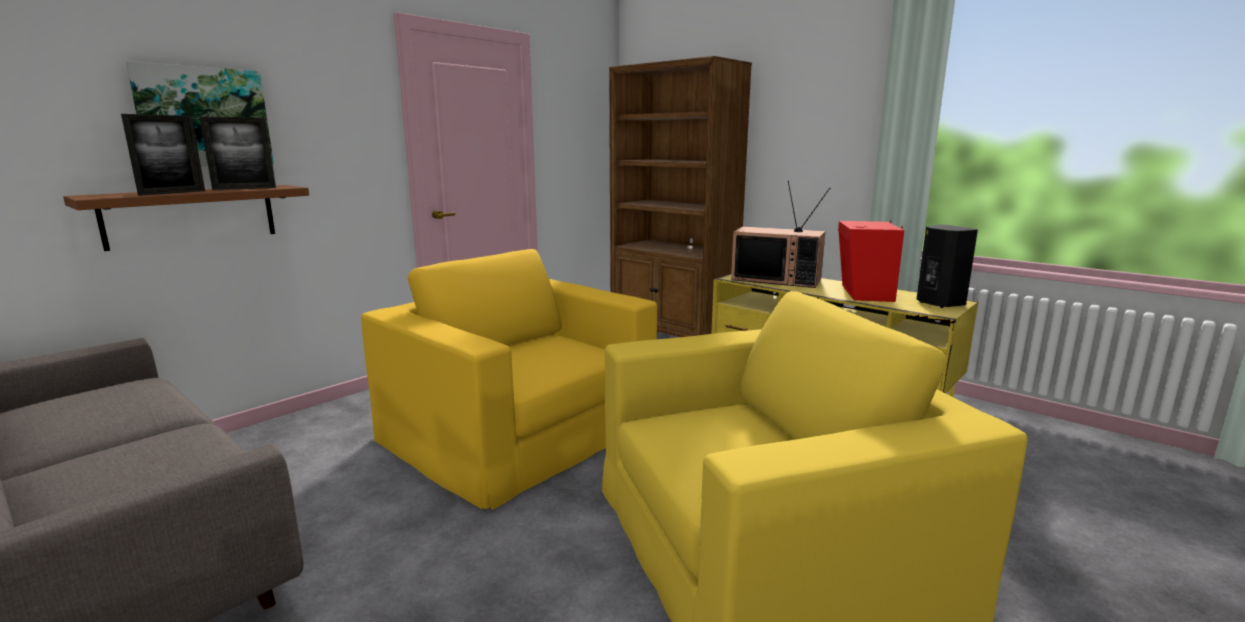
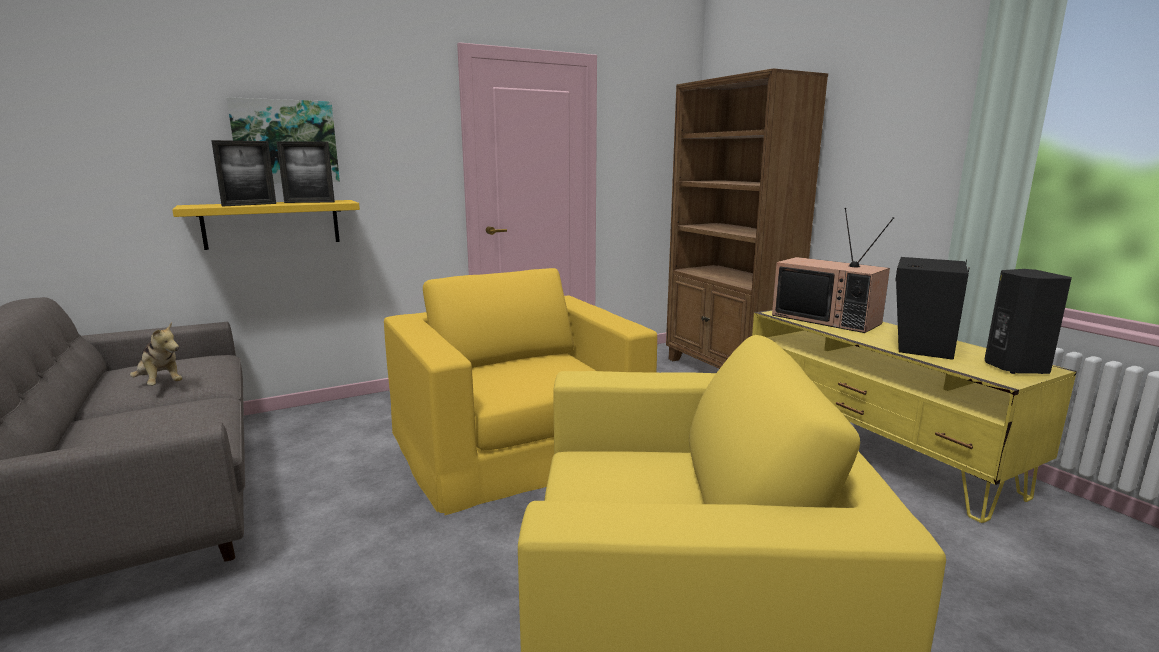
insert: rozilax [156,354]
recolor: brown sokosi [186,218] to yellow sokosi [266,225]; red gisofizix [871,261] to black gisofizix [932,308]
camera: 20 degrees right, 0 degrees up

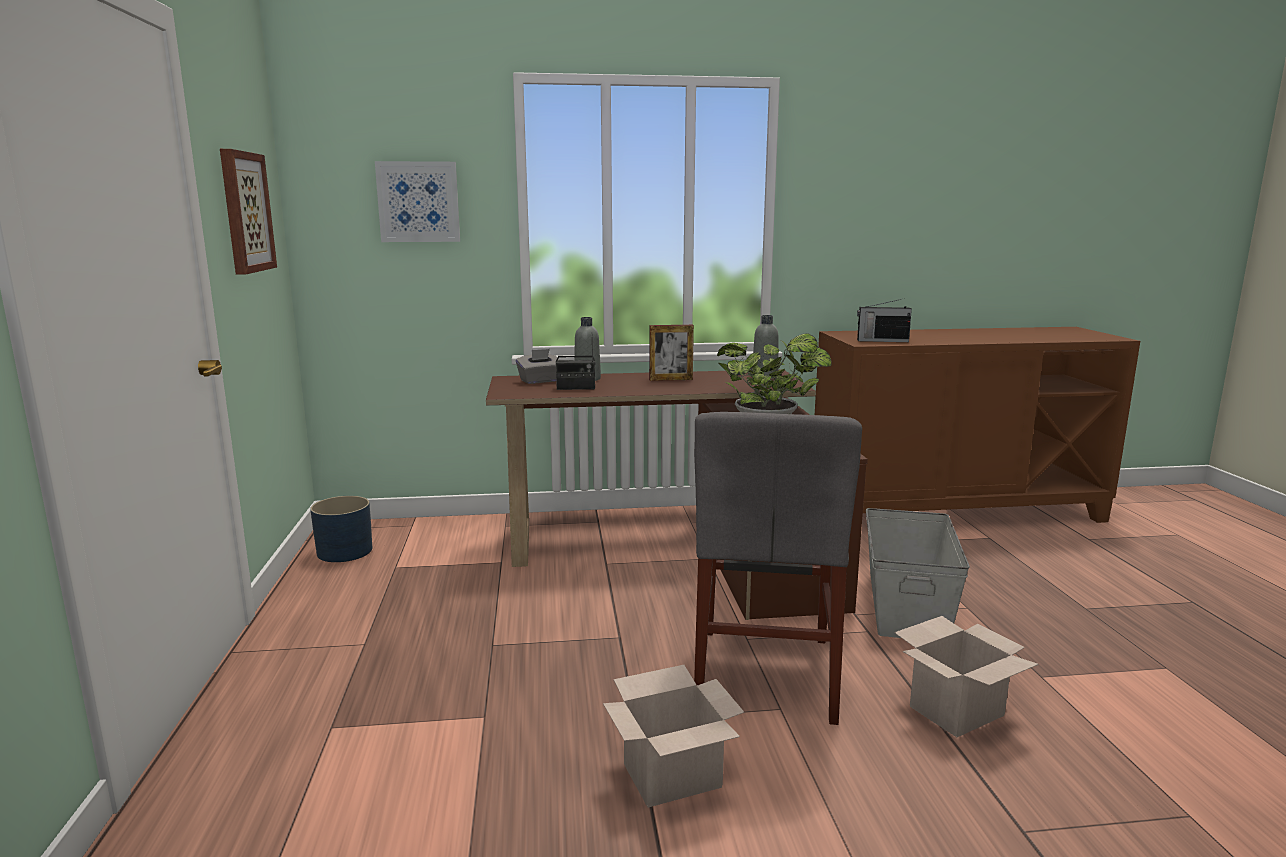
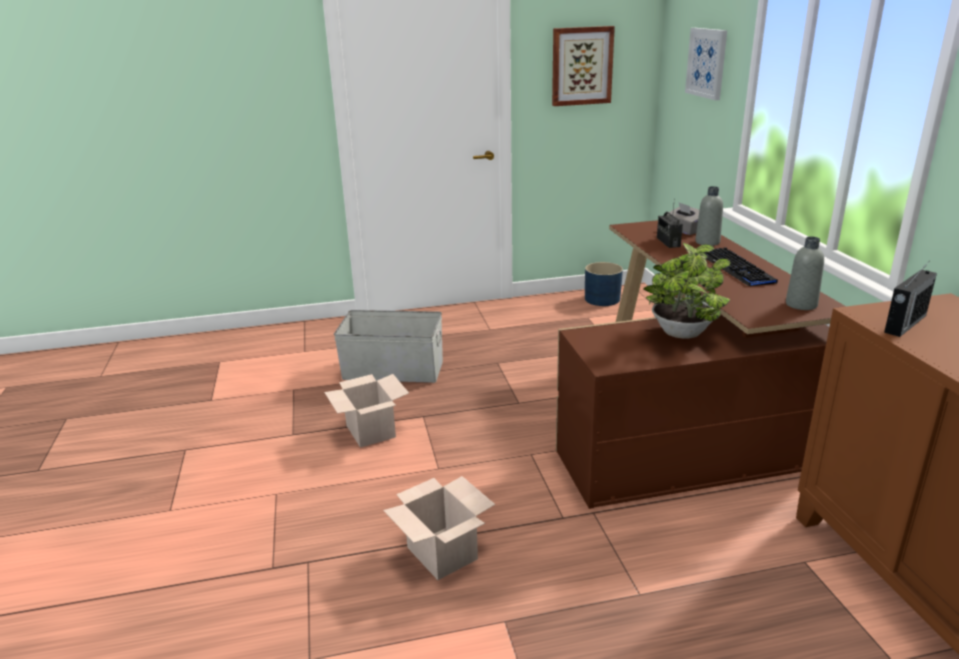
delete: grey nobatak [778,568]
move: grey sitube [918,573] to [388,346]
replace: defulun [671,353] to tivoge [741,266]
rotate: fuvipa [884,320] = [910,300] 135 degrees counterclockwise
camera: 85 degrees right, 10 degrees up

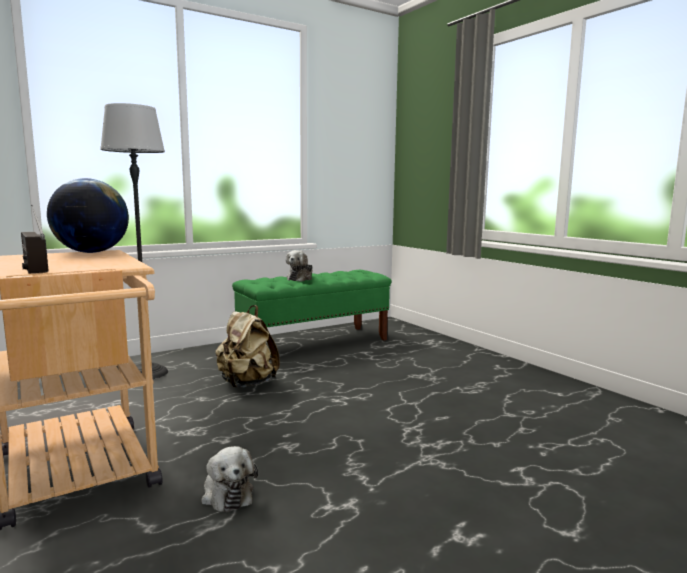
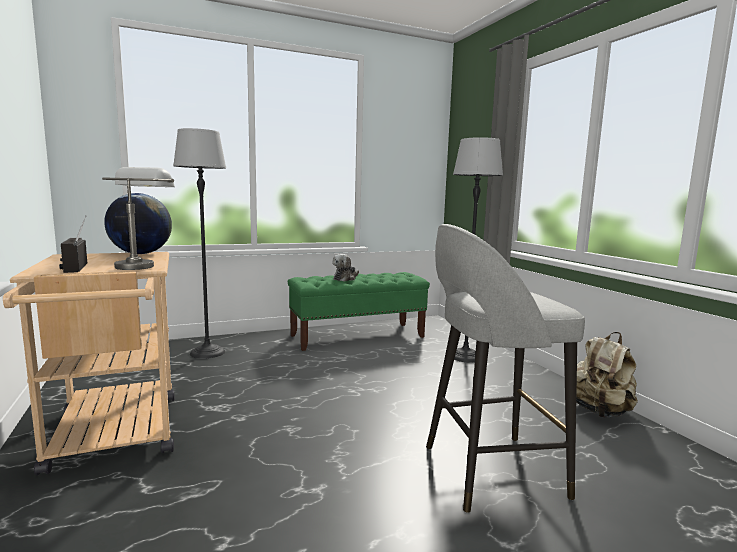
delete: rozilax [229,479]
insert: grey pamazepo [138,218]; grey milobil [505,368]; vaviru [478,249]
move: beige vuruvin [247,346] to [607,375]
camera: 10 degrees right, 0 degrees up

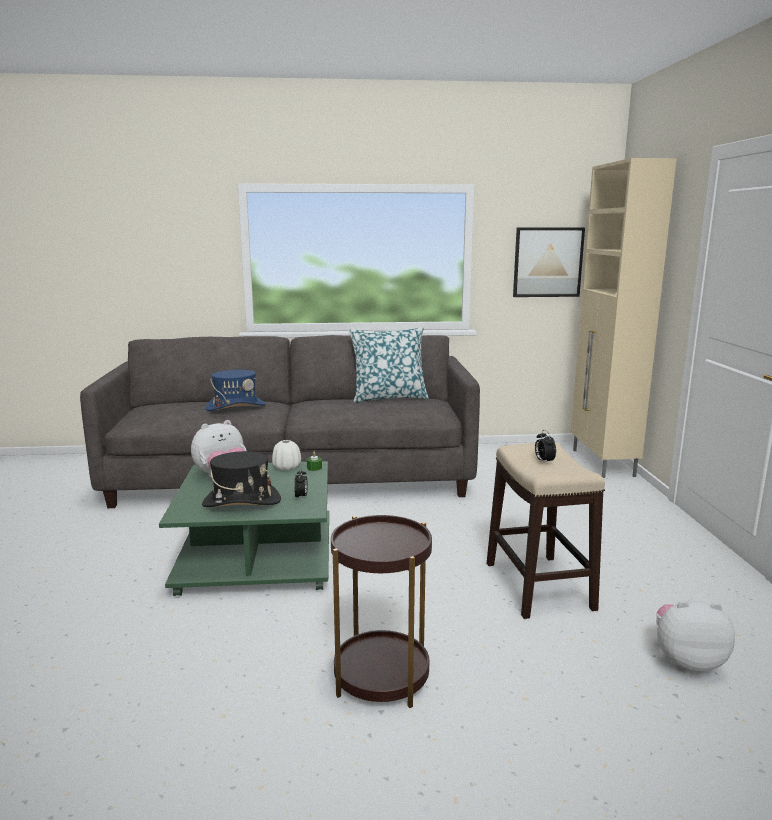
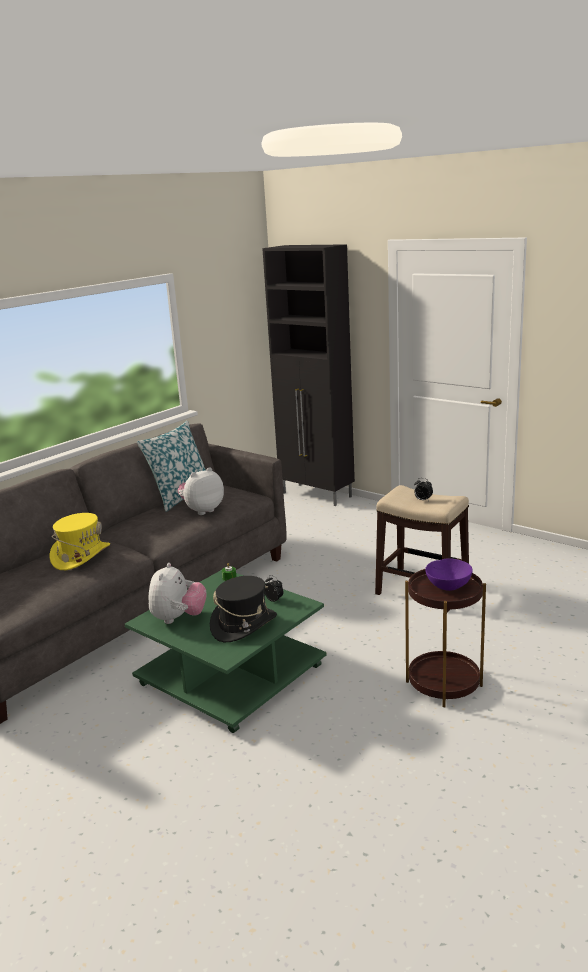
delete: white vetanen [286,455]; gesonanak [549,262]
insert: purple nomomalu [449,574]
move: rozilax [695,637] to [201,491]
recolor: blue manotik [236,390] to yellow manotik [80,541]; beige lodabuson [624,318] to black lodabuson [308,375]
camera: 45 degrees left, 5 degrees up

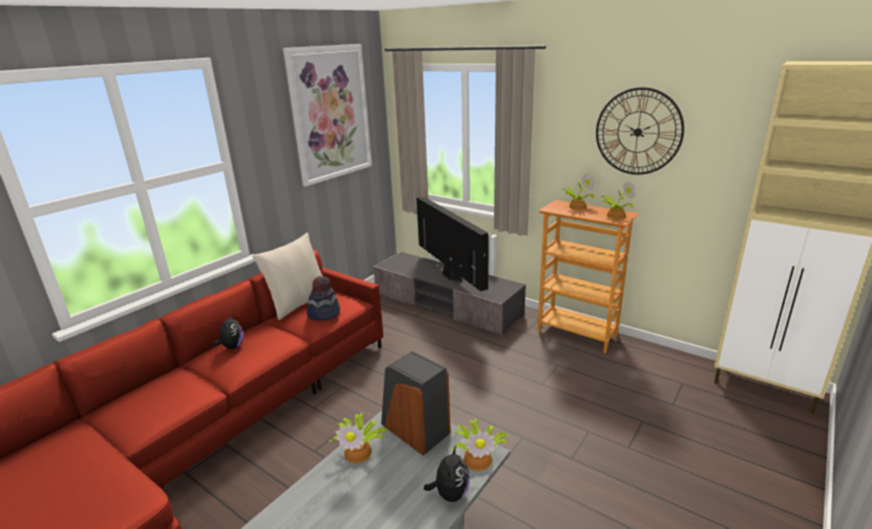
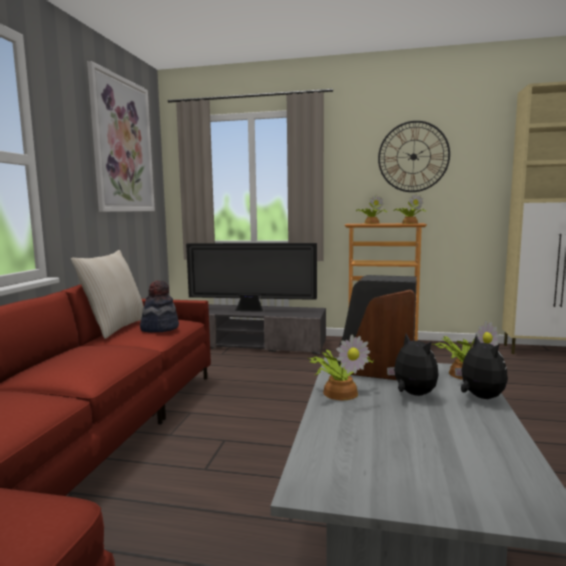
move: rozilax [228,331] to [413,365]
rotate: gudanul [452,244] = [251,277] 150 degrees clockwise
camera: 25 degrees left, 15 degrees down

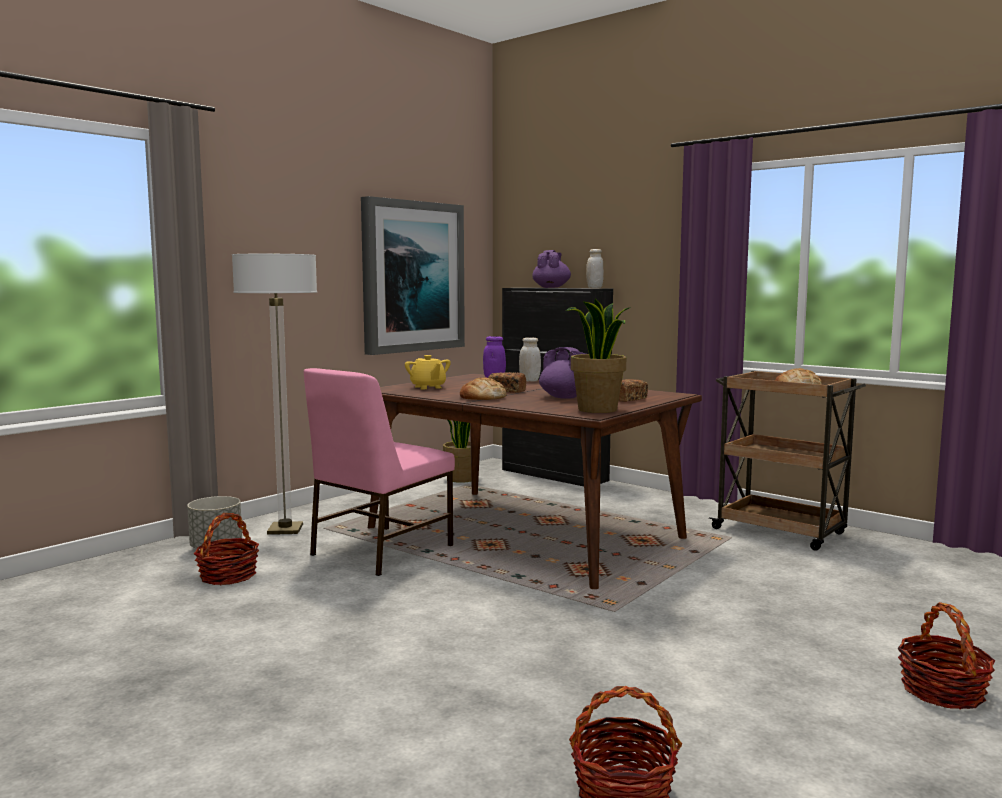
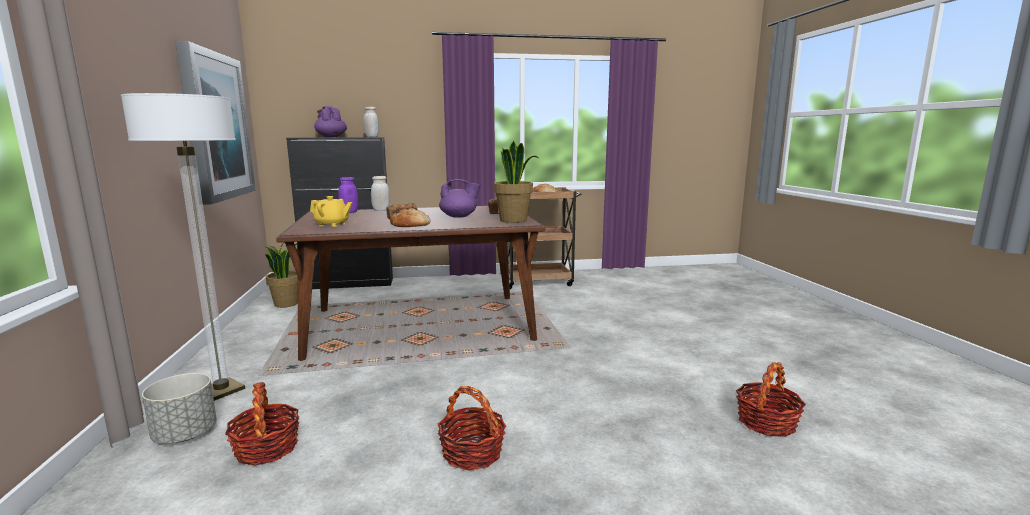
delete: pink nobatak [379,472]
move: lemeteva [946,656] to [472,428]
camera: 50 degrees left, 5 degrees up

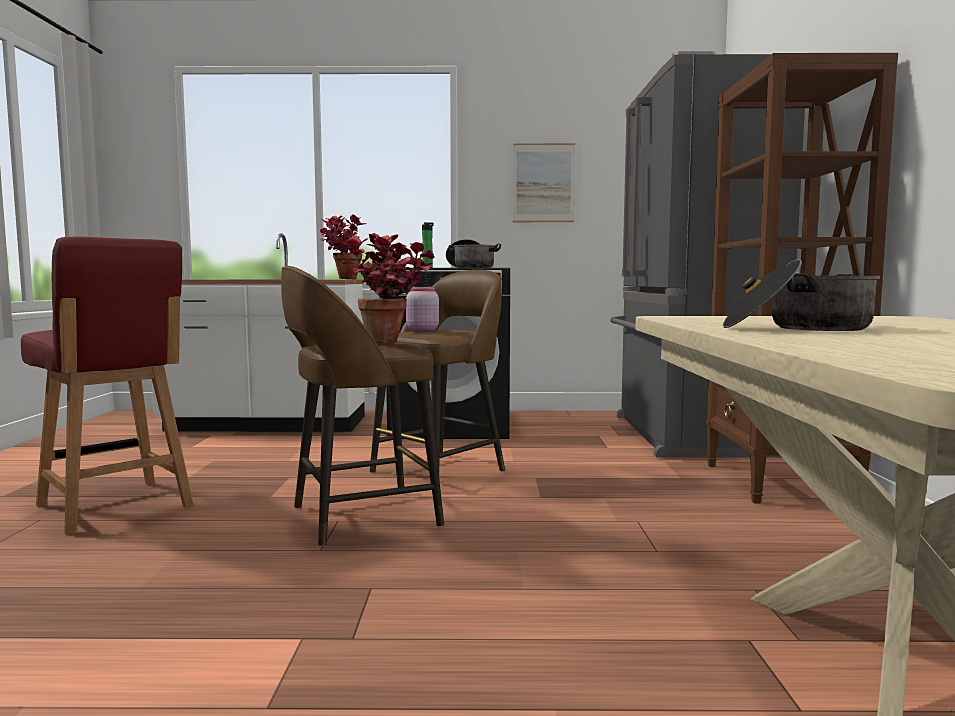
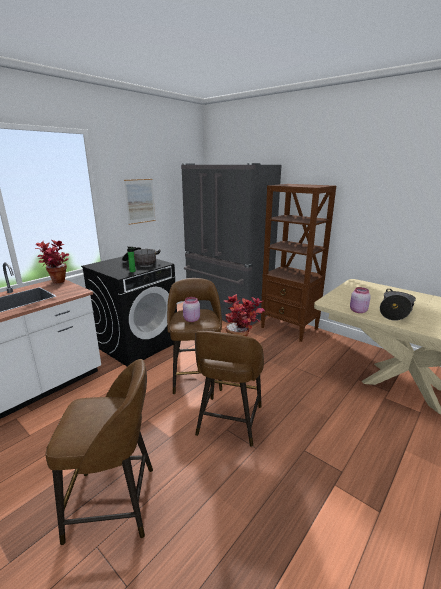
insert: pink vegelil [360,300]
replace: red nobatak [107,386] to brown milobil [99,452]
camera: 50 degrees left, 15 degrees up

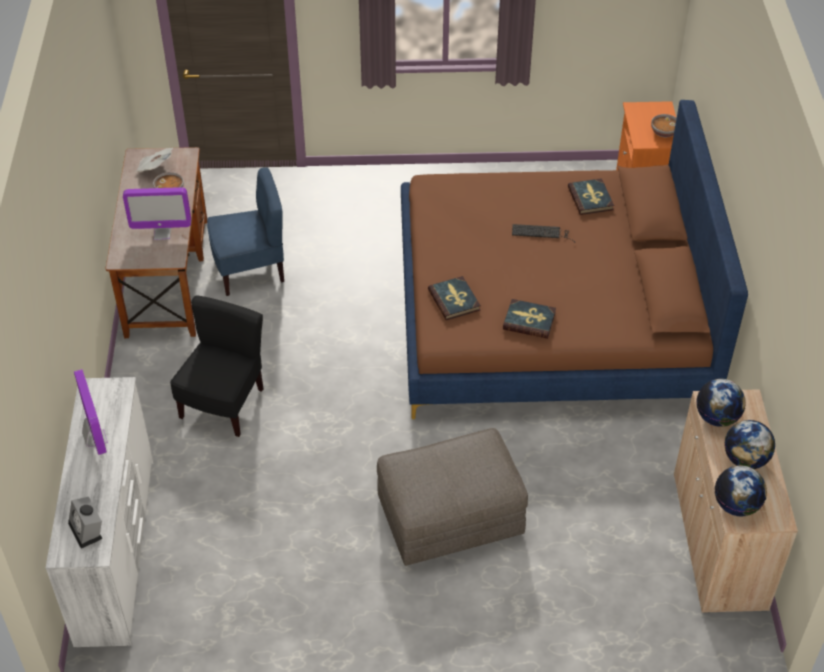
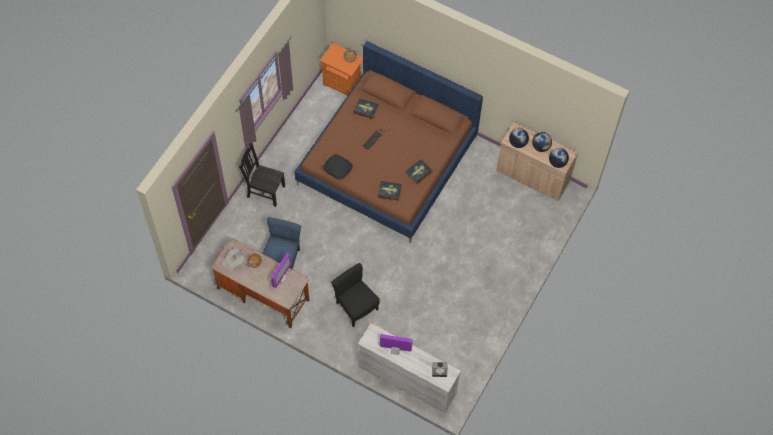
delete: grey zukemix [452,497]
insert: black nobatak [262,175]; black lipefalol [338,167]
camera: 60 degrees left, 15 degrees up

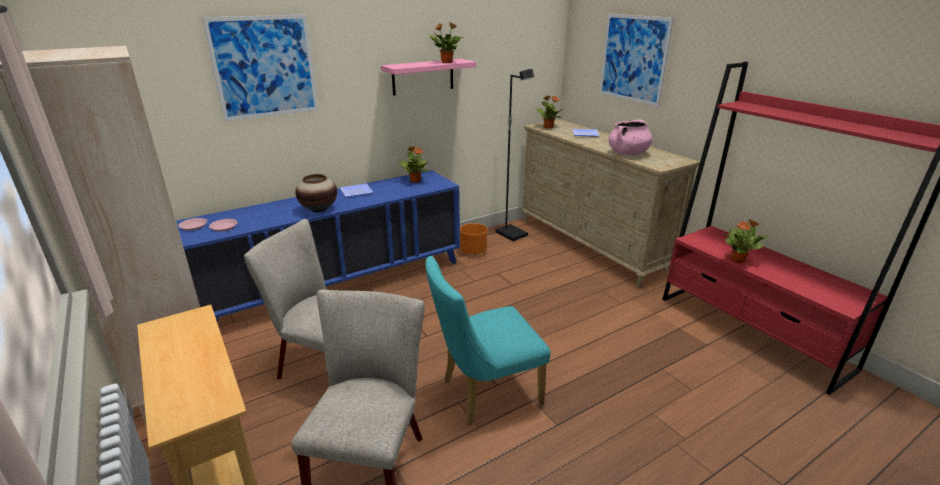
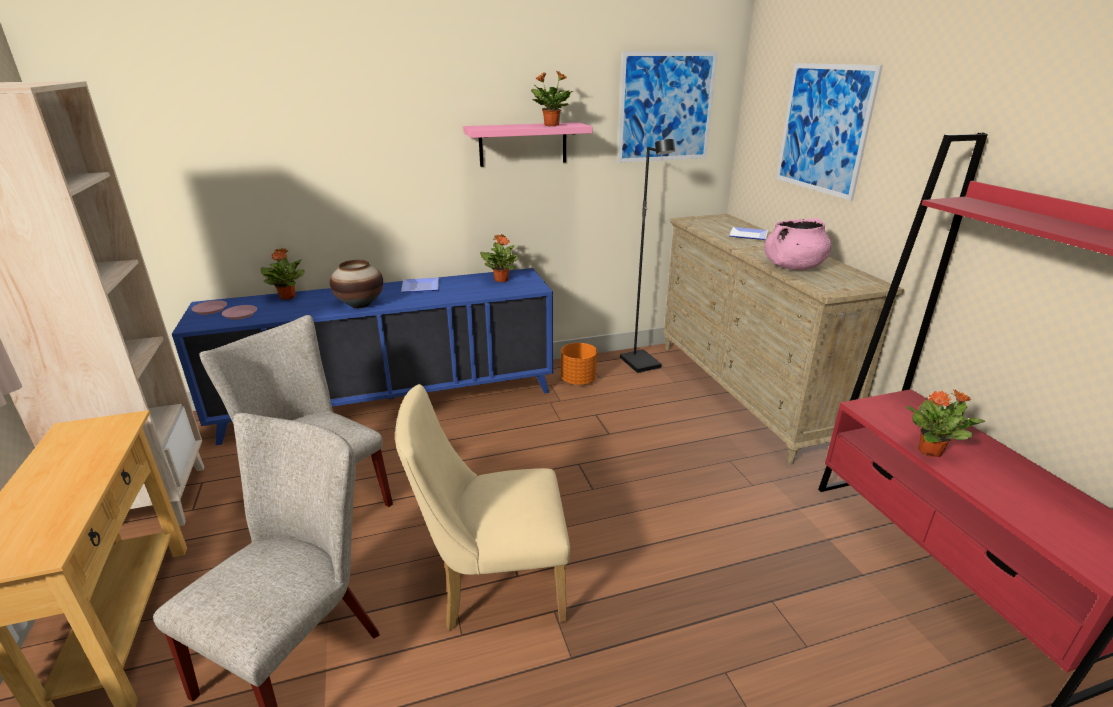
move: gesonanak [260,67] to [667,107]; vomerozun [549,112] to [282,274]
recolor: turquoise nobatak [487,341] to beige nobatak [482,507]
camera: 15 degrees right, 0 degrees up

